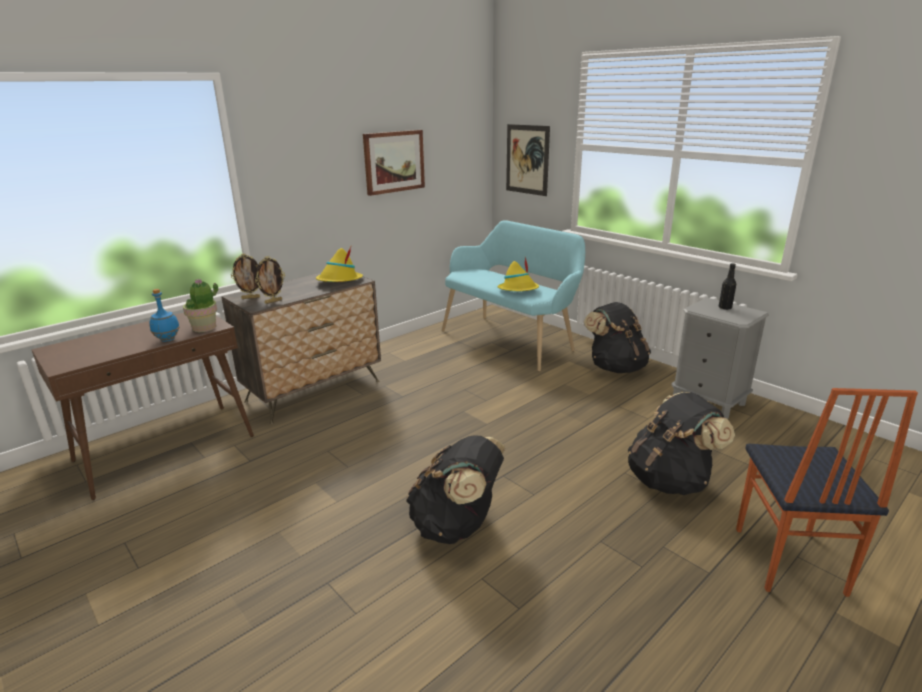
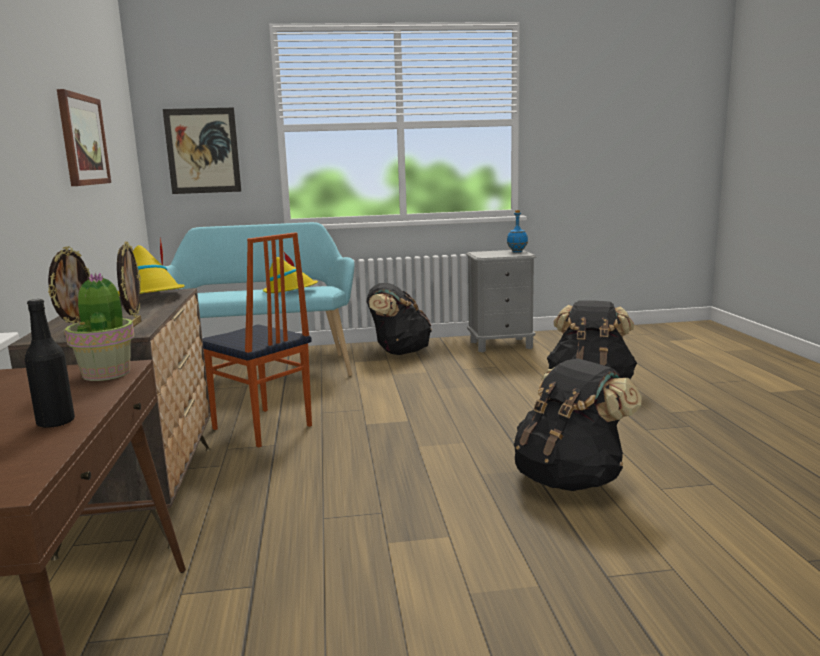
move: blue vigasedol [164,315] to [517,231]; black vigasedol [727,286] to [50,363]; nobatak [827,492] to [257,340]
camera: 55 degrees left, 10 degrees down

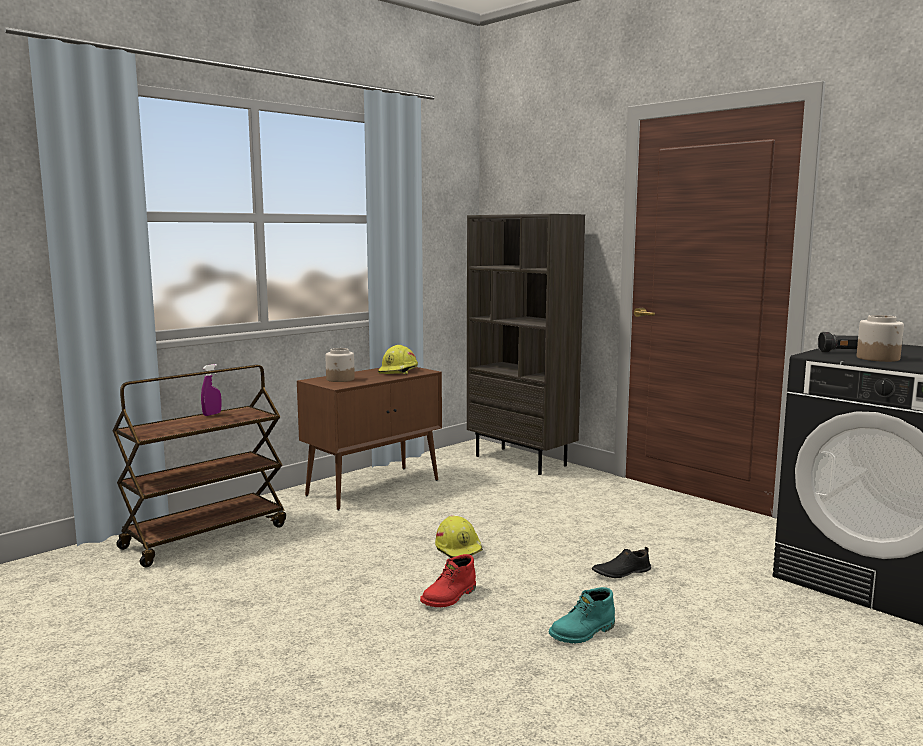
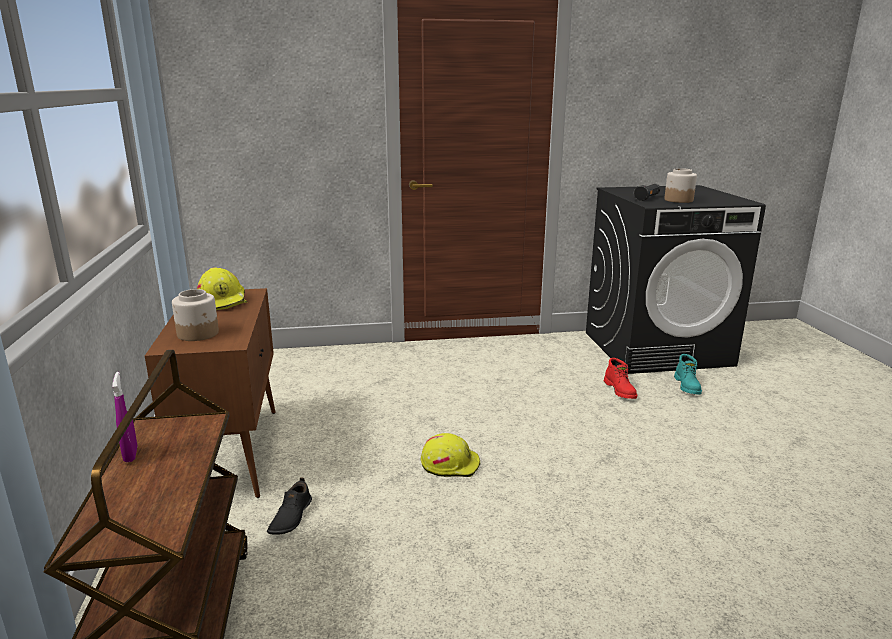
delete: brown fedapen [526,344]
move: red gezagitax [448,580] to [620,378]; turquoise gezagitax [582,615] to [688,374]; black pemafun [621,562] to [289,505]
camera: 55 degrees left, 10 degrees up

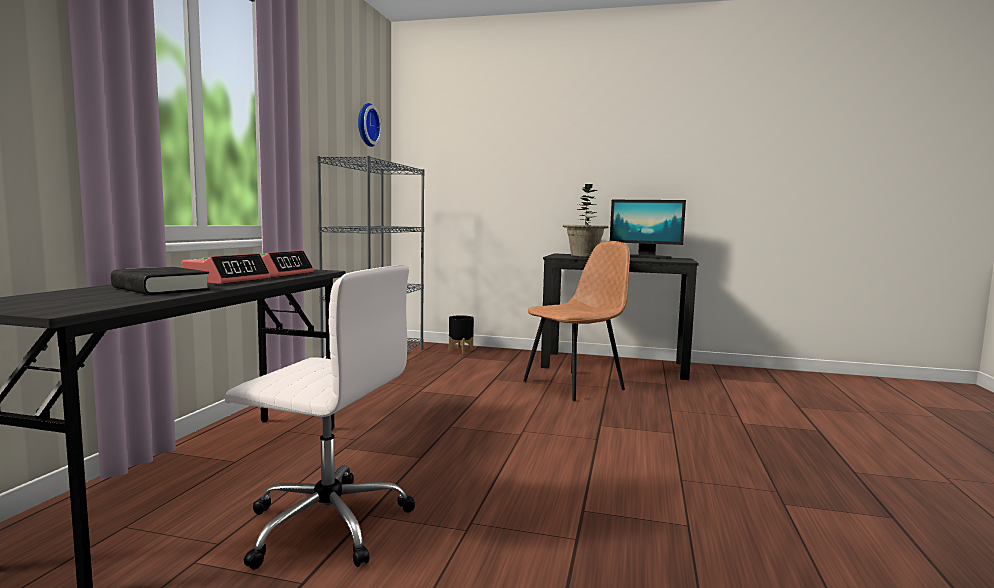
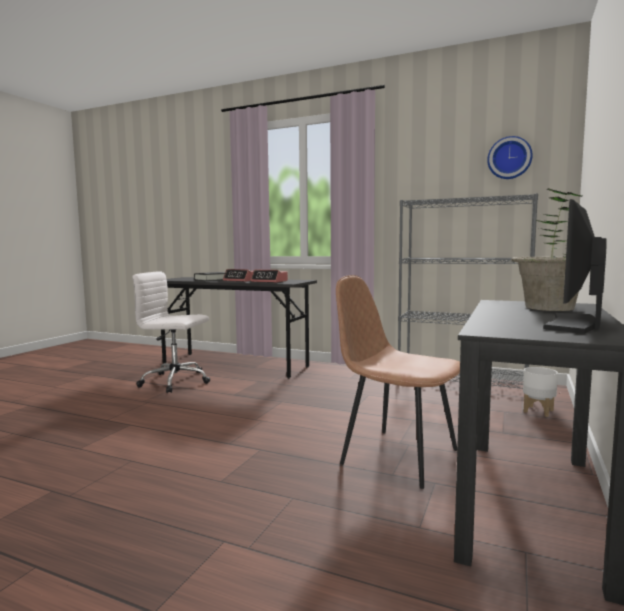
recolor: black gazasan [461,334] to white gazasan [540,392]
rotate: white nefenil [320,417] = [171,332] 75 degrees clockwise; brown nobatak [576,321] = [398,382] 150 degrees clockwise
camera: 100 degrees right, 0 degrees up

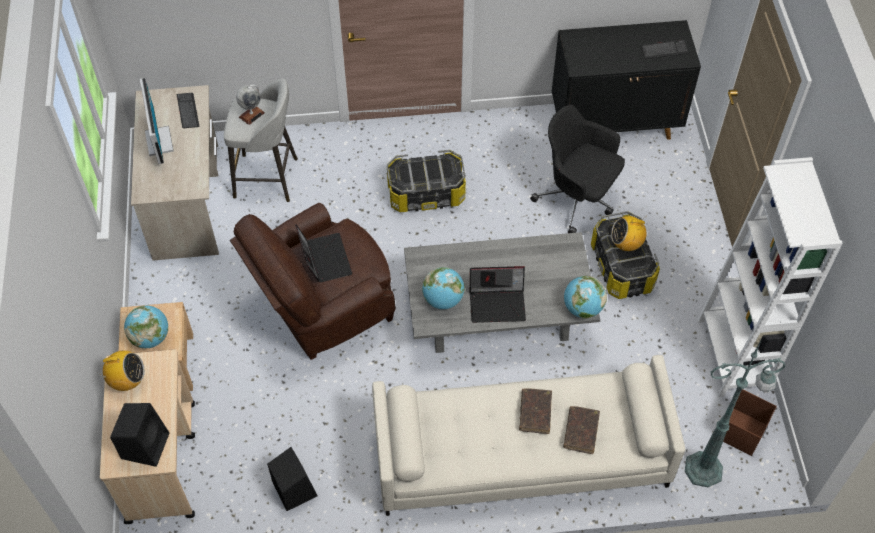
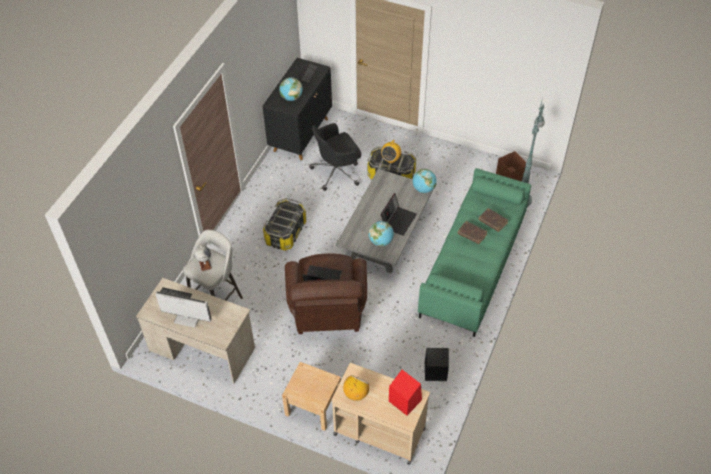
delete: white fedapen [770,277]
move: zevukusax [146,326] to [291,89]
recolor: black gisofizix [139,435] to red gisofizix [405,393]; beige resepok [528,435] to green resepok [474,252]
camera: 60 degrees left, 5 degrees down

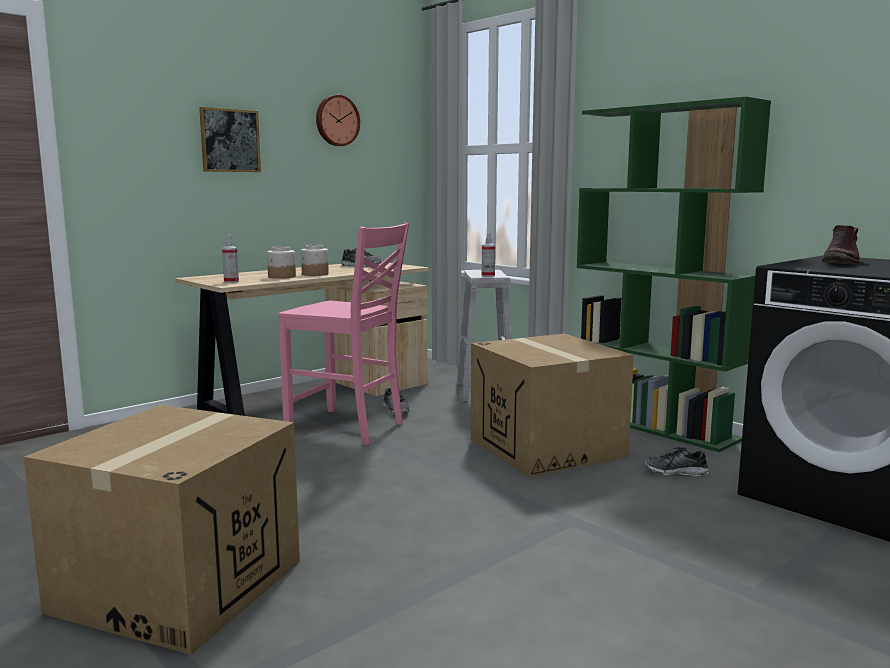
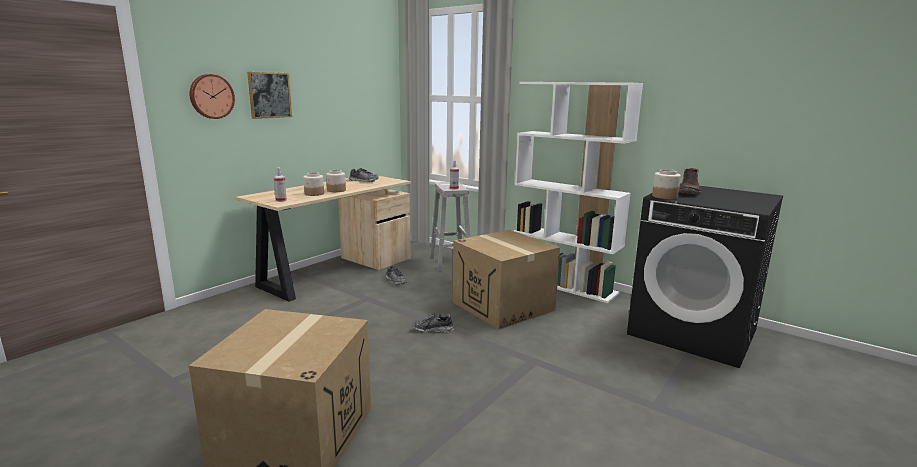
delete: pink nobatak [343,333]
insert: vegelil [666,184]
move: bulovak [338,120] to [212,96]; pemafun [677,461] to [433,323]
recolor: green fedapen [674,274] to white fedapen [578,192]
camera: 10 degrees left, 5 degrees up

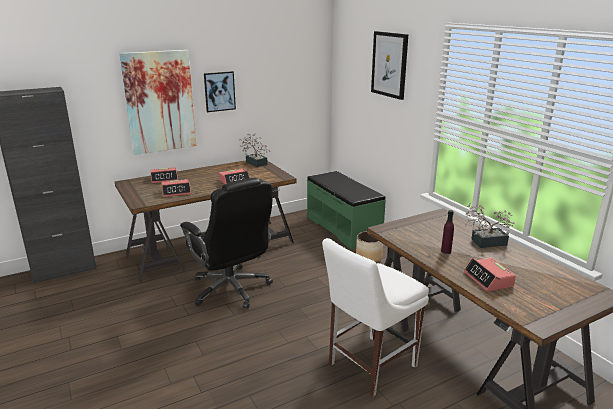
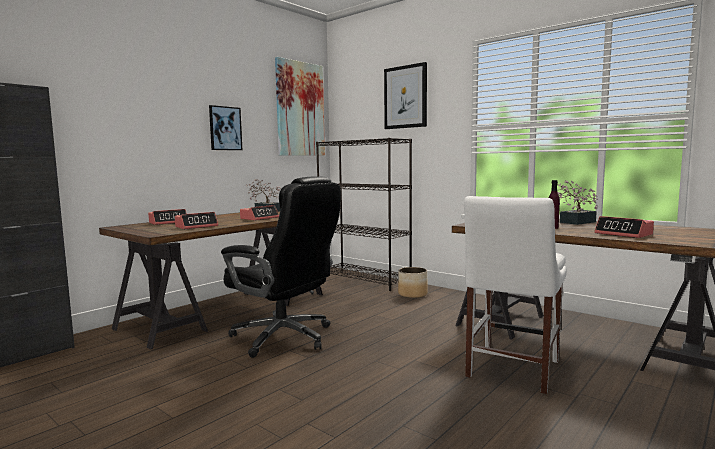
move: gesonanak [158,102] to [300,106]
replace: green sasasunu [346,210] to black fedapen [364,214]
camera: 20 degrees left, 15 degrees down

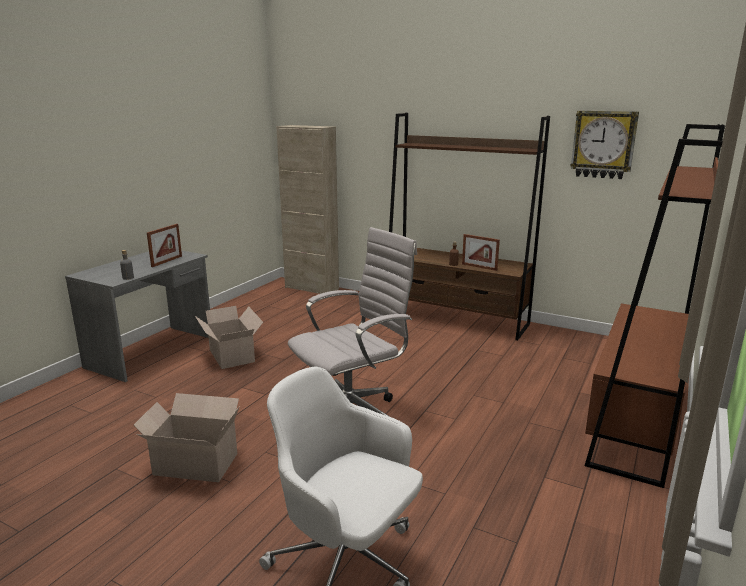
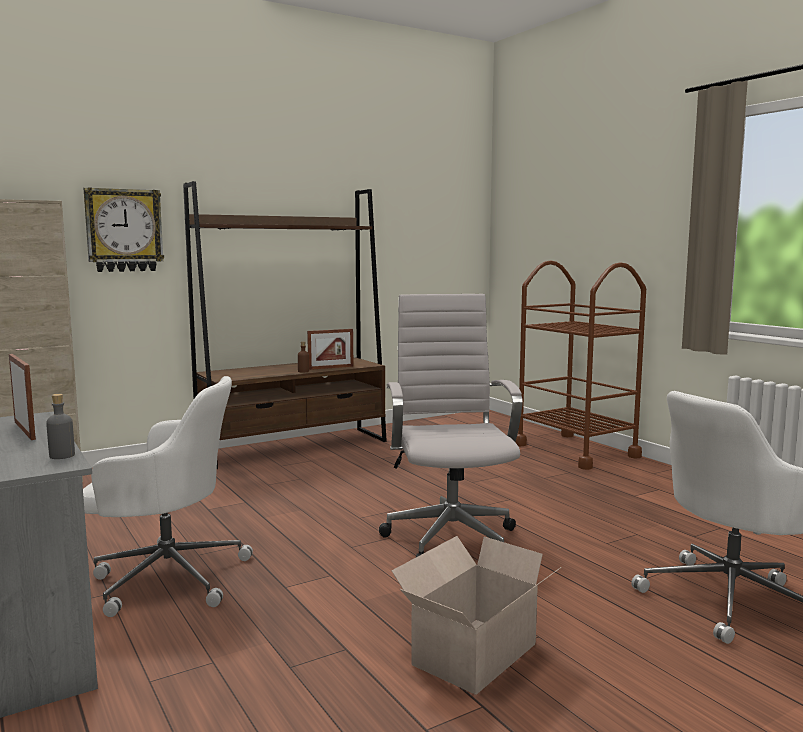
move: bulovak [604,145] to [123,229]
replace: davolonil [229,337] to white nefenil [168,496]; brown fedapen [655,306] to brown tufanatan [580,365]
camera: 60 degrees left, 10 degrees down

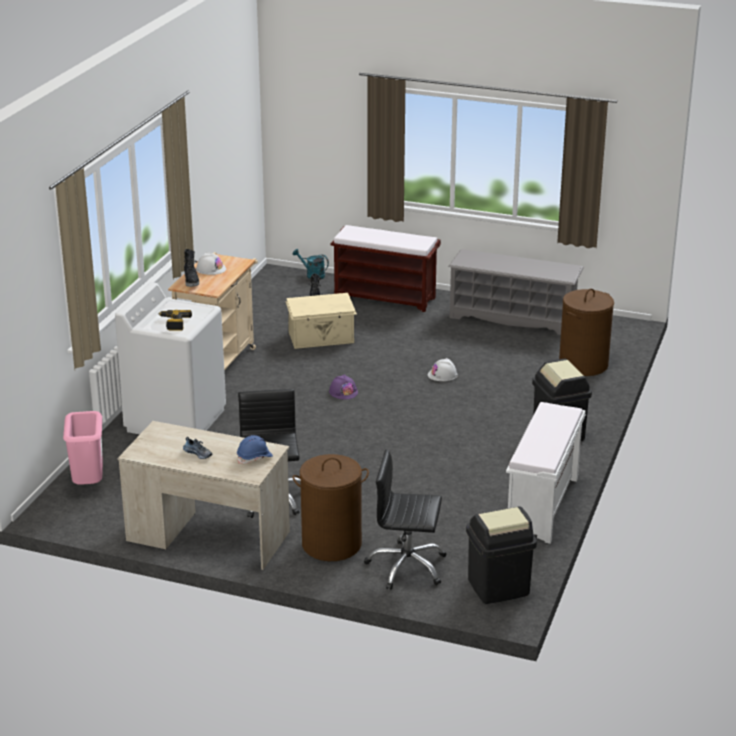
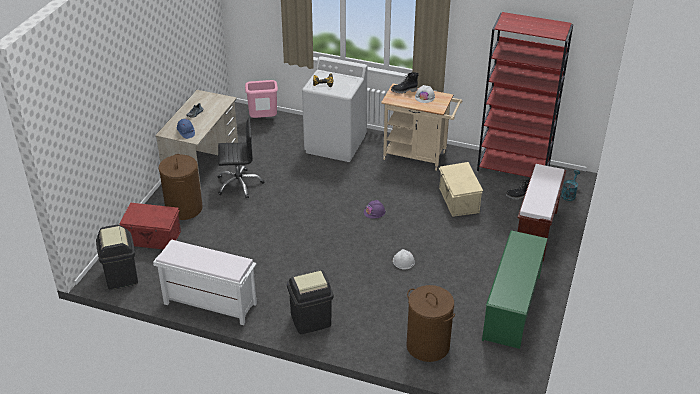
insert: red fedapen [525,94]
replace: black nefenil [405,519] to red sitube [150,226]
recolor: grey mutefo [516,292] to green mutefo [515,289]
camera: 90 degrees right, 10 degrees up

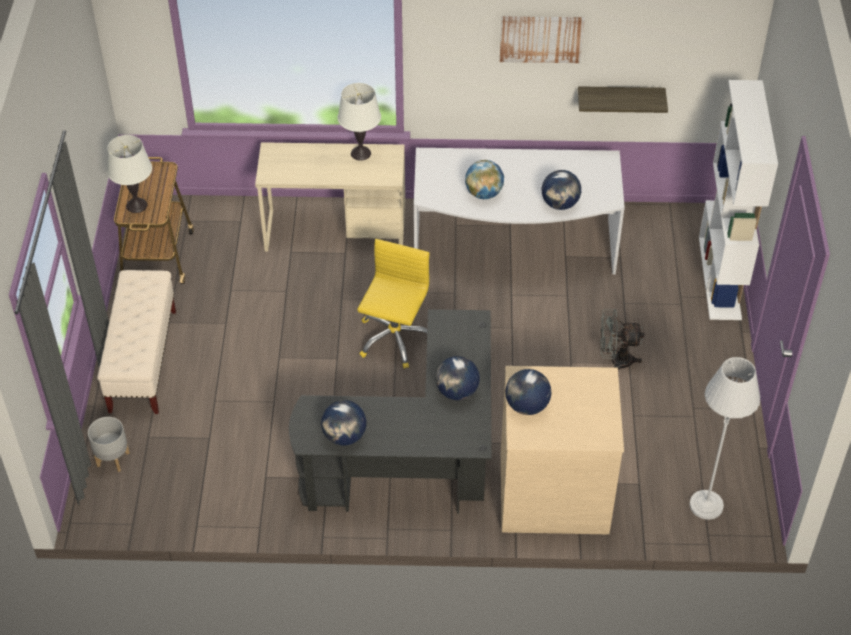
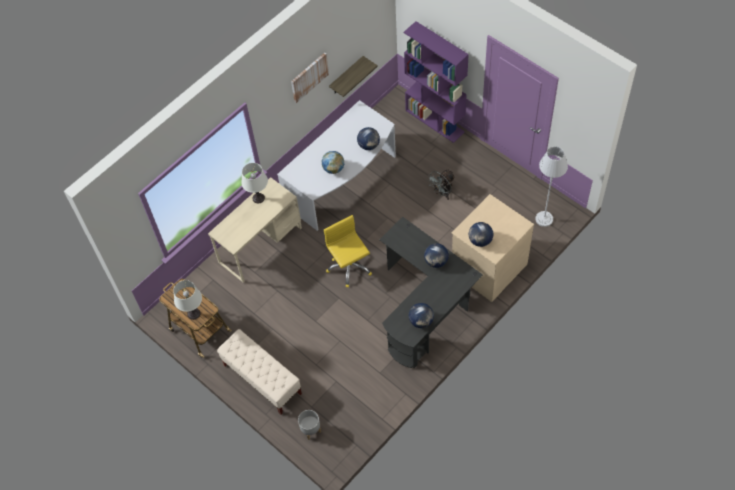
recolor: white fedapen [738,200] to purple fedapen [436,82]
camera: 45 degrees left, 10 degrees up

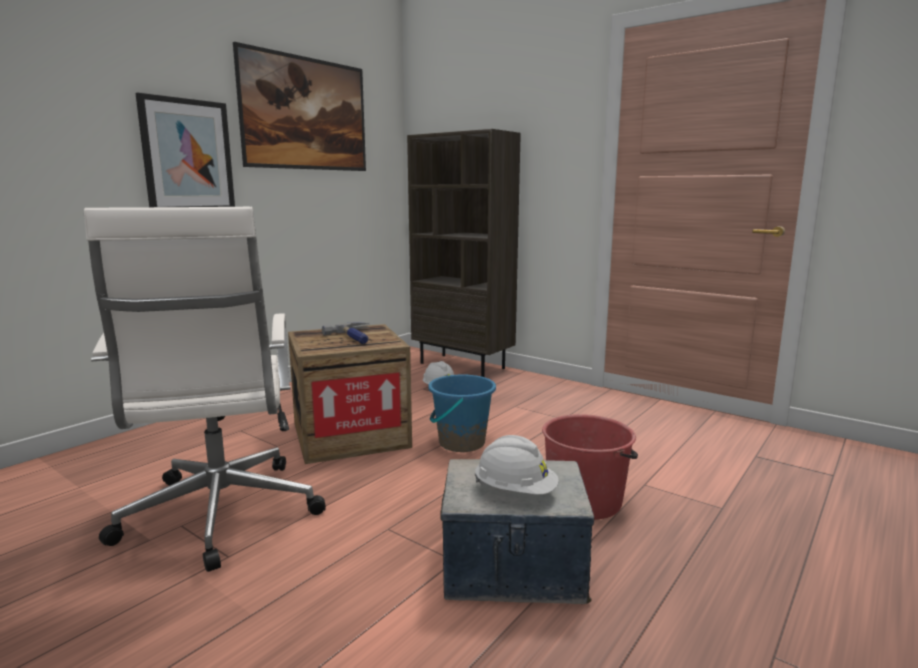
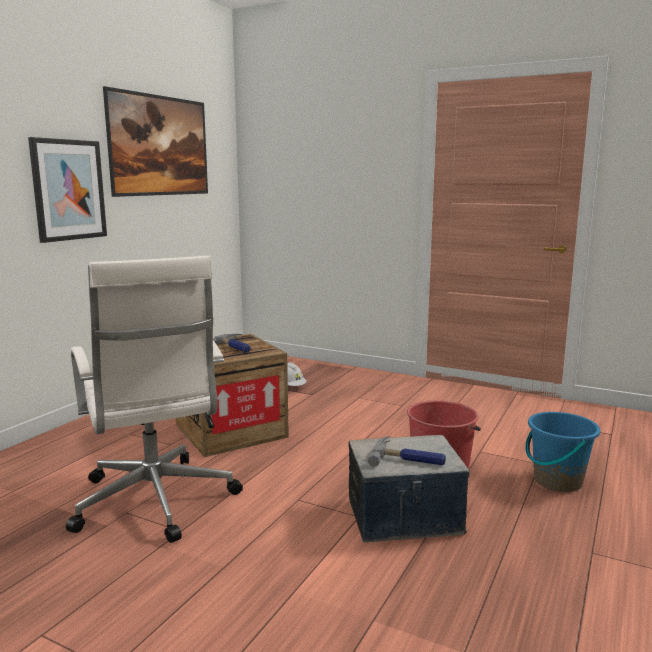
delete: brown fedapen [464,253]
move: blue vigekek [462,413] to [562,451]
replace: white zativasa [516,465] to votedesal [406,451]
camera: 10 degrees left, 0 degrees up

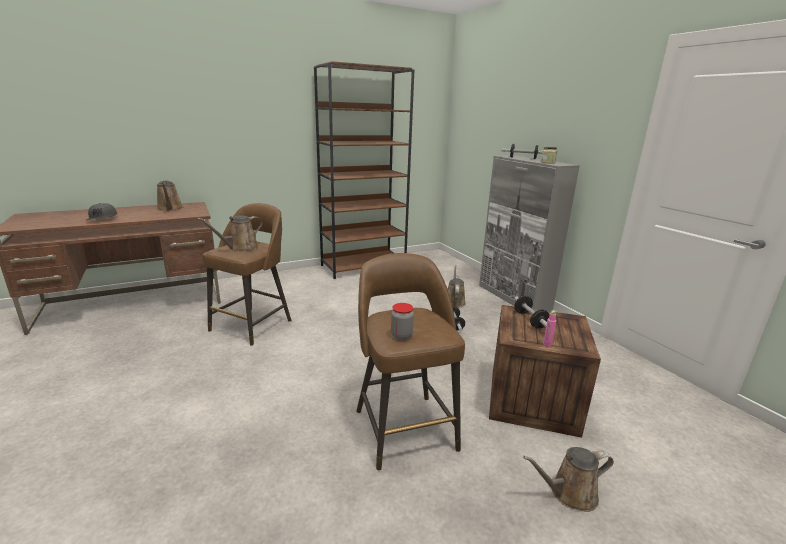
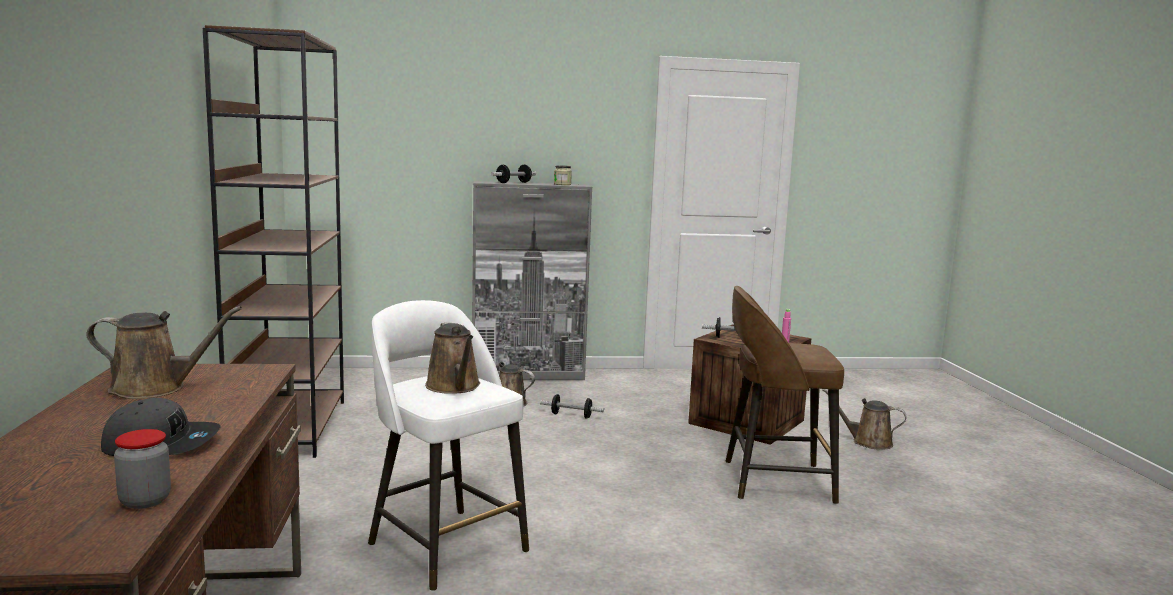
move: vegelil [402,321] to [142,469]
recolor: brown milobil [247,274] to white milobil [448,445]
rotate: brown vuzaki [568,479] = [865,419] 105 degrees clockwise
camera: 70 degrees left, 10 degrees down

